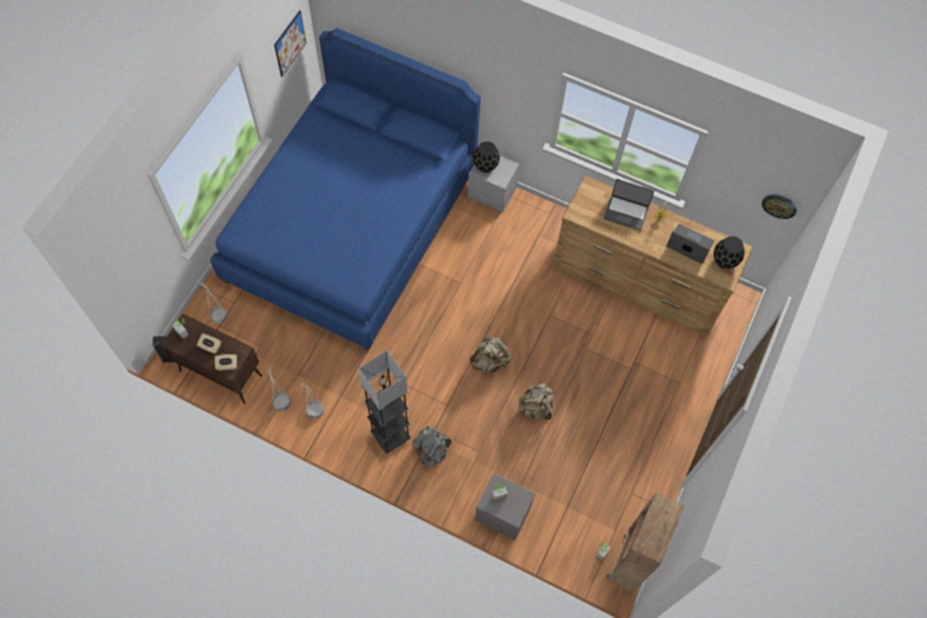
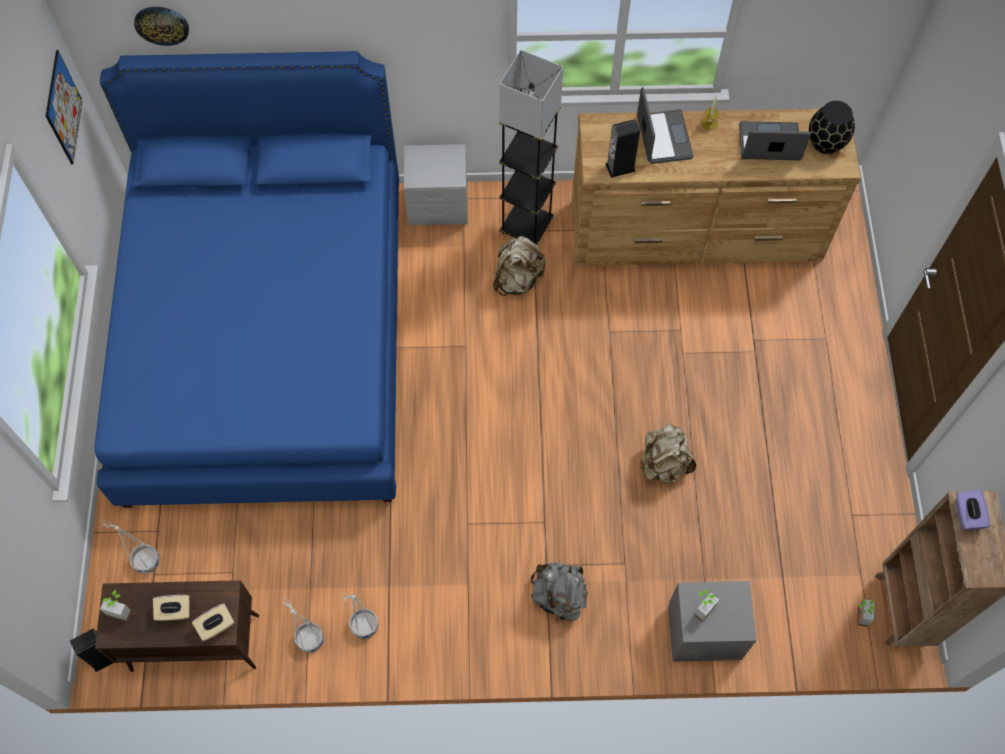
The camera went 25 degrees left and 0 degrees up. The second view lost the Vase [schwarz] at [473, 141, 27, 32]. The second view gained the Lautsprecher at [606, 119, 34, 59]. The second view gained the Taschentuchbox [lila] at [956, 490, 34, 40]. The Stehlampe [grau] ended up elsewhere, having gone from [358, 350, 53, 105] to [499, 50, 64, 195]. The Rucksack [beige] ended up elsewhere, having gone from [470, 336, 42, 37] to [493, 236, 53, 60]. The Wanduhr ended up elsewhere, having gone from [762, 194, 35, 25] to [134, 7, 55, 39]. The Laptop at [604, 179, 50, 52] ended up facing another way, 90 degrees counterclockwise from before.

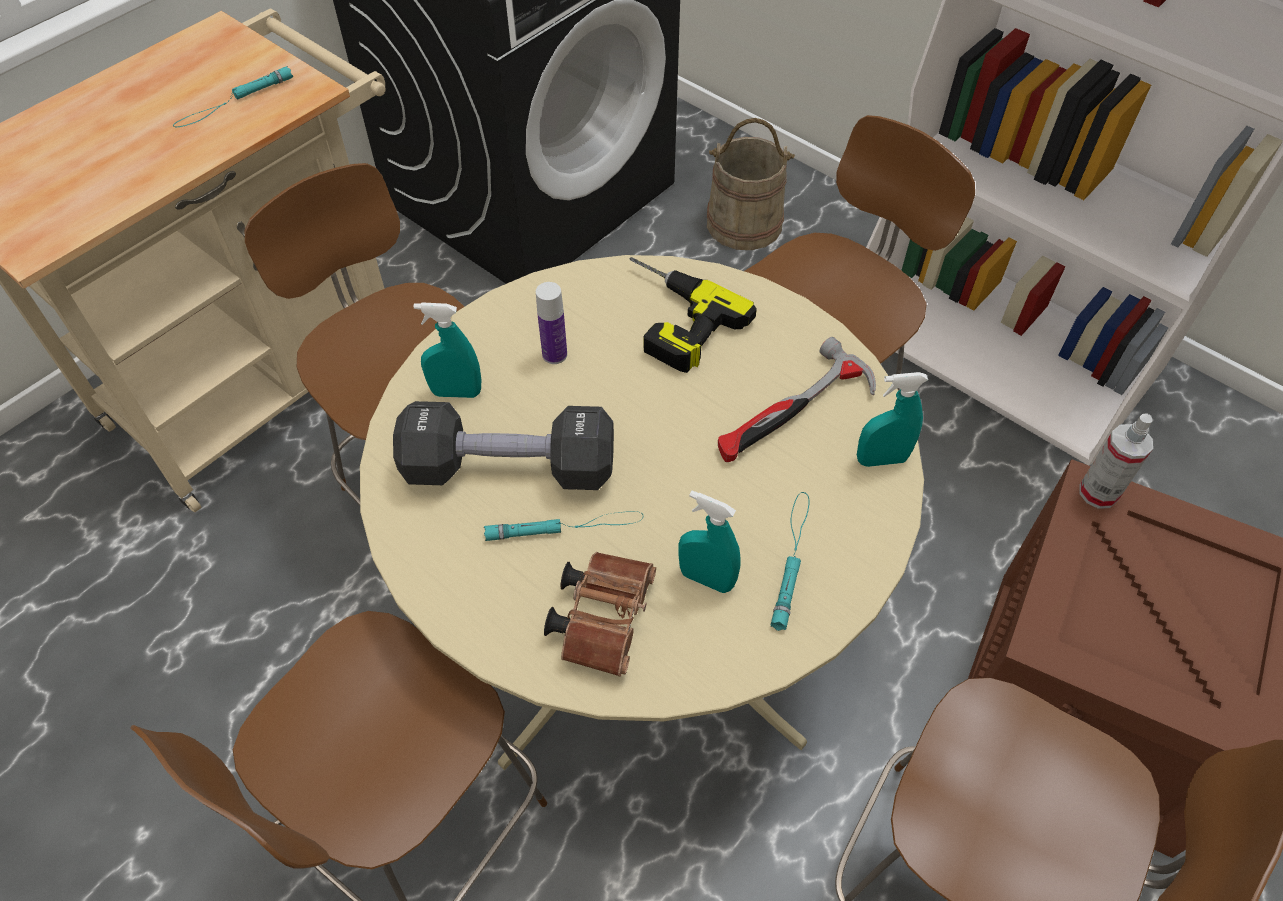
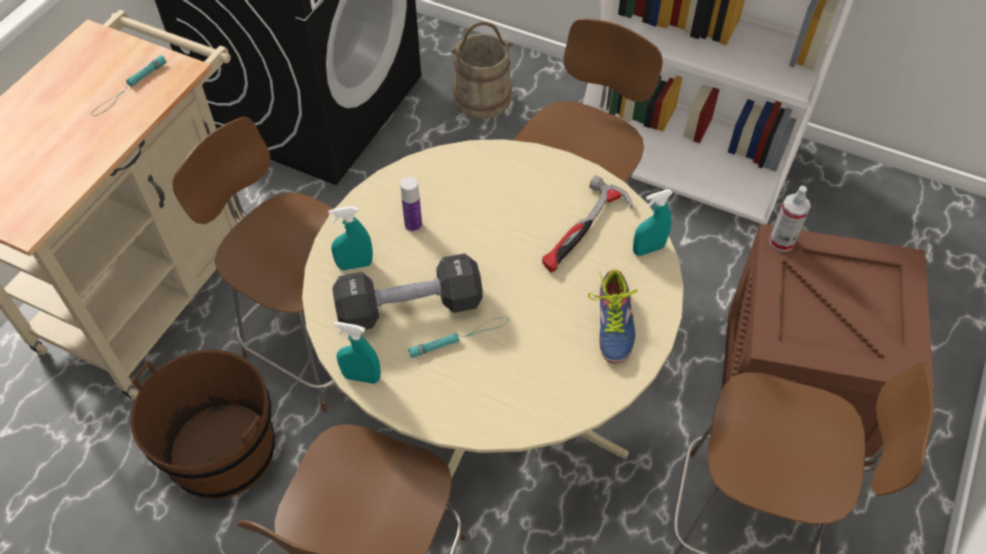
The camera went 15 degrees left and 0 degrees up. The second view lost the Fernglas [braun] at [544, 552, 112, 125]. The second view lost the Bohrmaschine at [630, 257, 127, 116]. The second view gained the Eimer [braun] at [131, 349, 144, 150]. The Sprühflasche [türkis] ended up elsewhere, having gone from [678, 491, 63, 102] to [333, 322, 48, 62]. Where the Taschenlampe [türkis] stood at [771, 492, 39, 139], the Schuh came to stand at [588, 270, 49, 94].

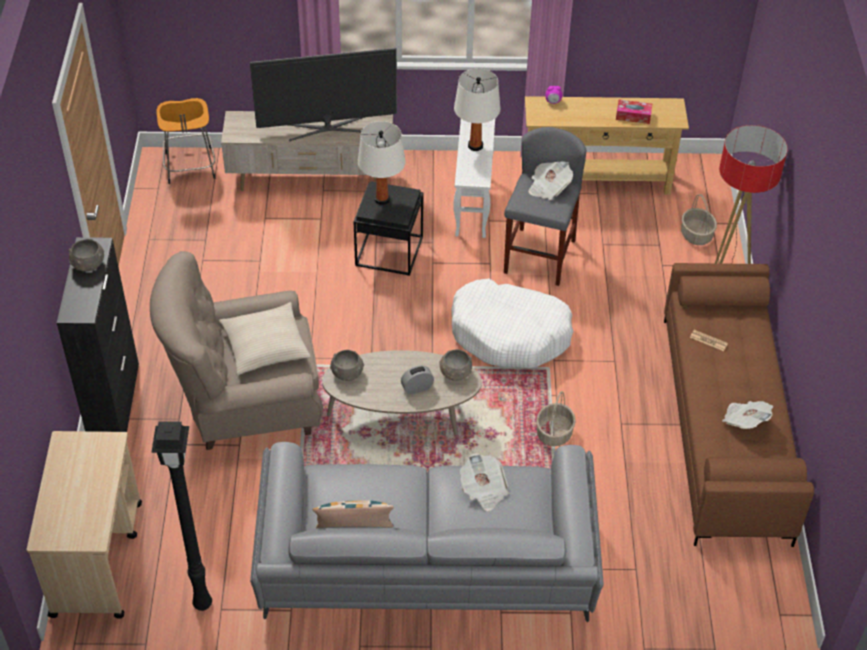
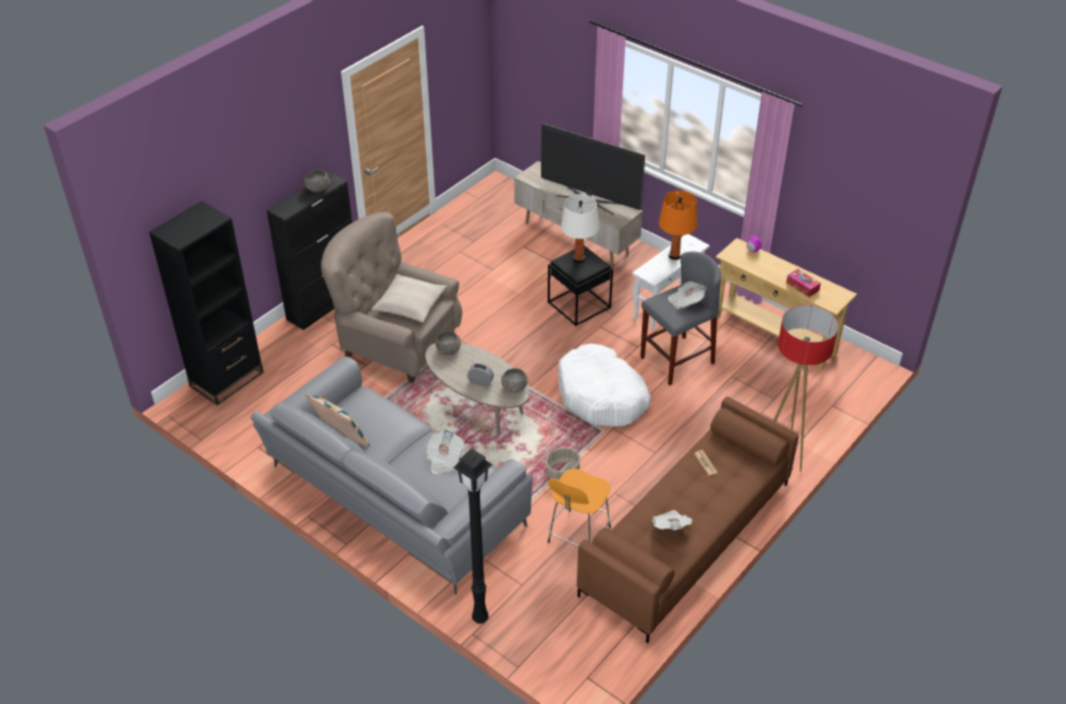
The camera went 40 degrees right and 5 degrees down. The second view lost the Korb at [681, 194, 36, 51]. The Stehlampe [schwarz] ended up elsewhere, having gone from [151, 421, 61, 190] to [453, 448, 39, 176]. The Hocker [orange] ended up elsewhere, having gone from [156, 98, 59, 86] to [548, 469, 63, 78]. Where the Rollwagen [beige] stood at [27, 431, 115, 188], the Bücherregal [schwarz] came to stand at [149, 201, 115, 204]. What was the Tischlampe [weiß] at [454, 68, 46, 83] turned into the Tischlampe [orange] at [659, 190, 38, 70].

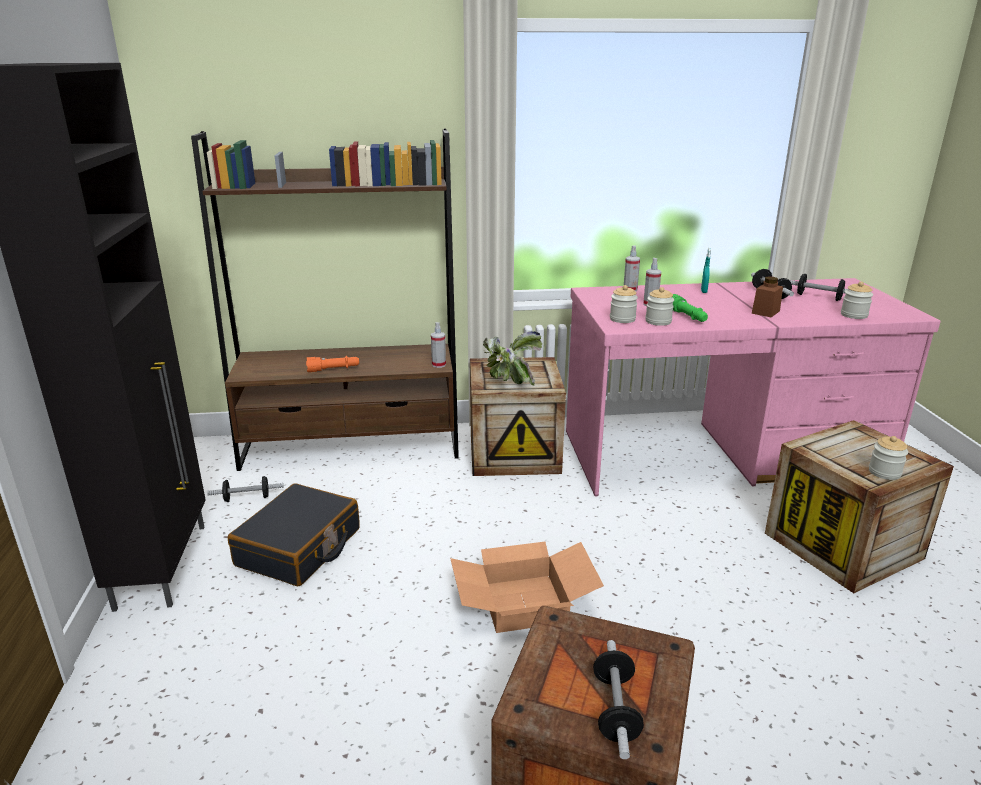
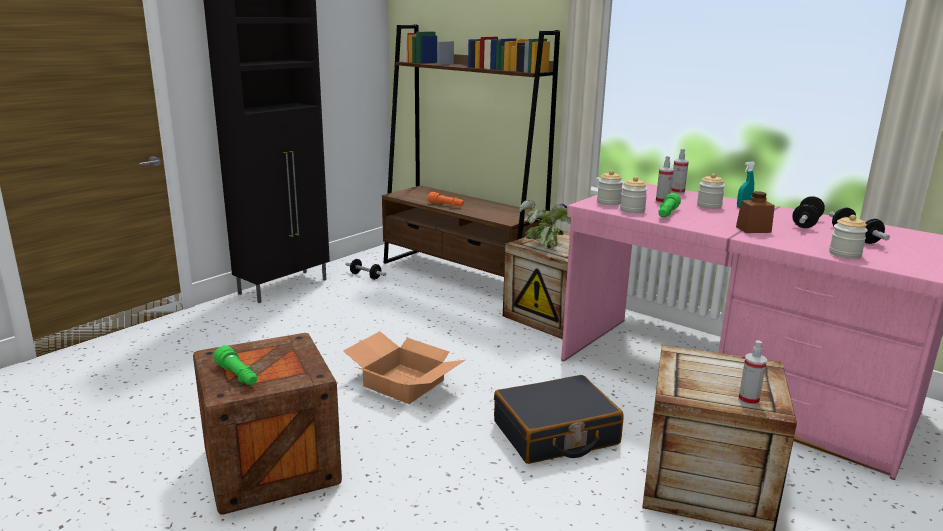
The camera went 45 degrees right and 5 degrees down. The Koffer [schwarz] ended up elsewhere, having gone from [228, 484, 132, 103] to [494, 375, 129, 89]. The Sprühflasche ended up elsewhere, having gone from [431, 322, 15, 46] to [738, 340, 29, 66]. The Vorratsglas ended up elsewhere, having gone from [869, 436, 39, 44] to [697, 173, 28, 36]. Where the Hantel stood at [593, 640, 51, 119], the Taschenlampe [grün] came to stand at [214, 345, 43, 40].

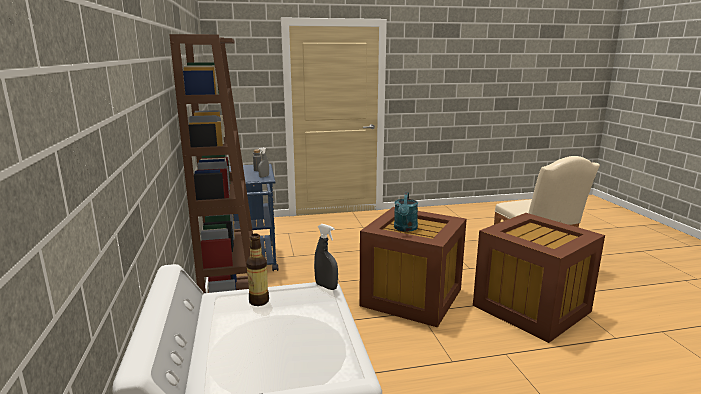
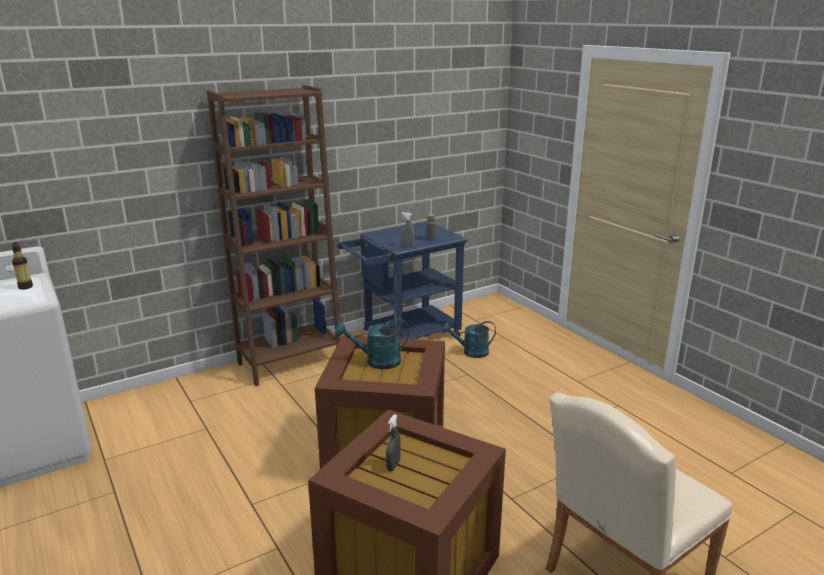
The camera went 70 degrees right and 5 degrees up. The second view gained the Gießkanne [türkis] at [442, 321, 54, 37]. The Sprühflasche [grau] ended up elsewhere, having gone from [314, 224, 24, 66] to [386, 414, 15, 57].

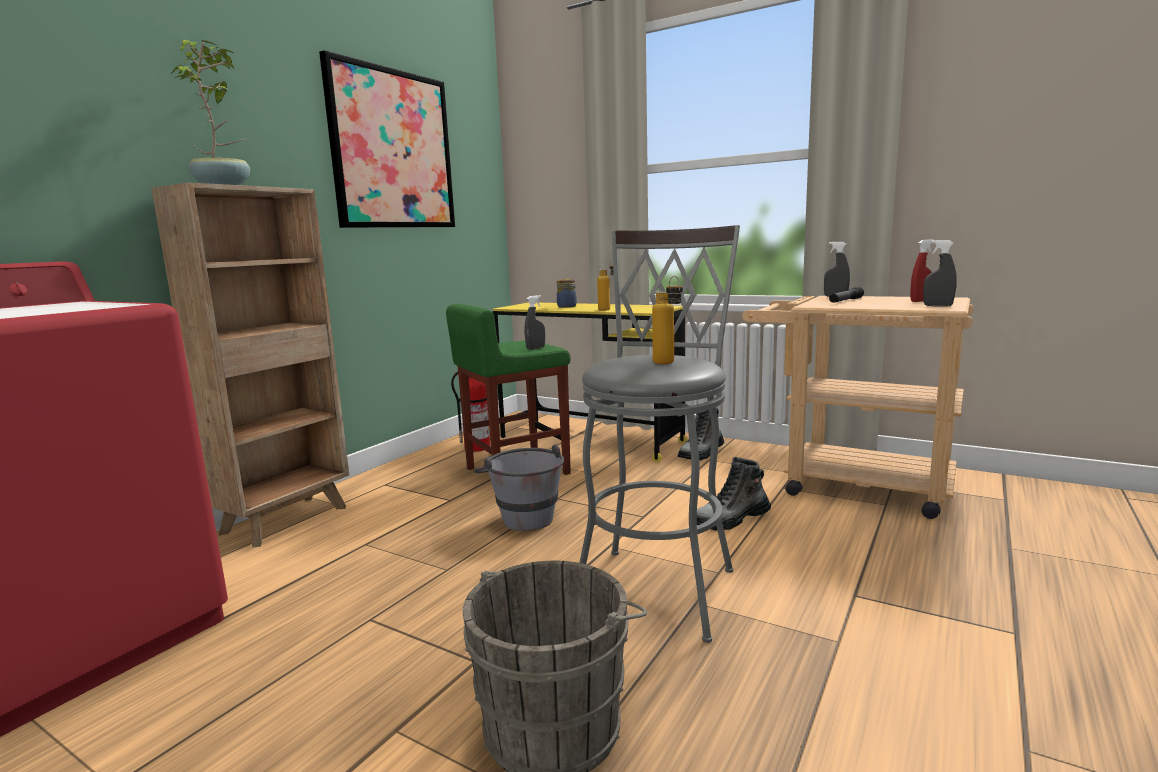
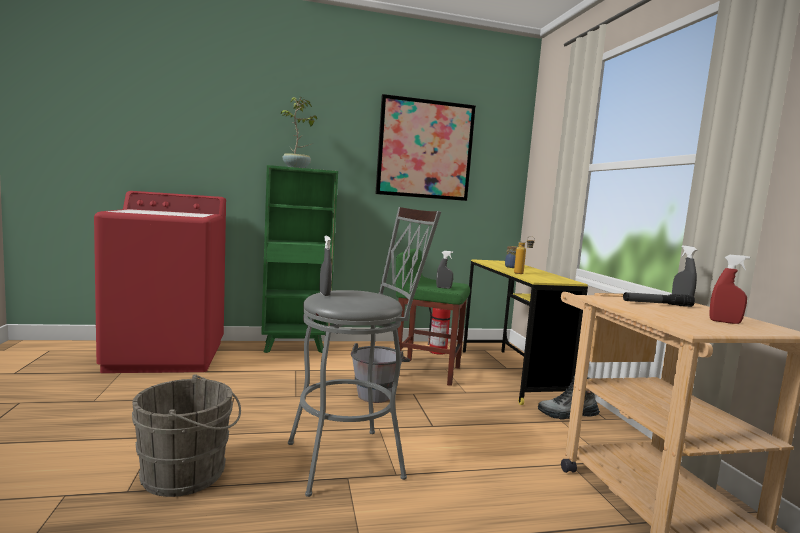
The camera went 45 degrees right and 5 degrees down. The second view lost the Flasche at [652, 276, 31, 88]. The second view lost the Stiefel at [697, 457, 74, 74]. The Sprühflasche [grau] ended up elsewhere, having gone from [923, 240, 34, 66] to [320, 236, 12, 60]. What was the Bücherregal [braun] at [151, 183, 198, 364] turned into the Bücherregal [grün] at [261, 165, 77, 188].

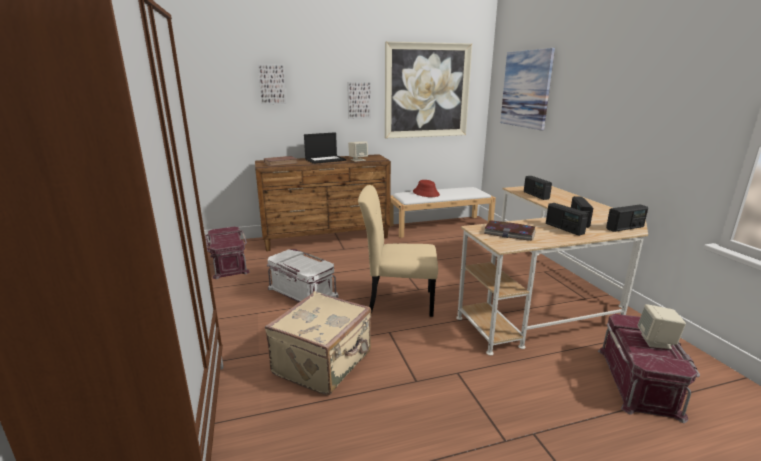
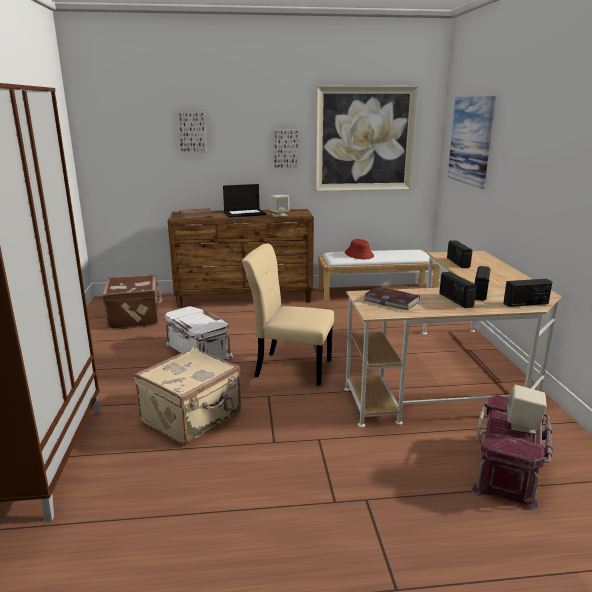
The camera went 10 degrees right and 0 degrees up. Where the Aufbewahrungsbox [rot] stood at [205, 227, 45, 52], the Koffer [braun] came to stand at [102, 275, 60, 55].

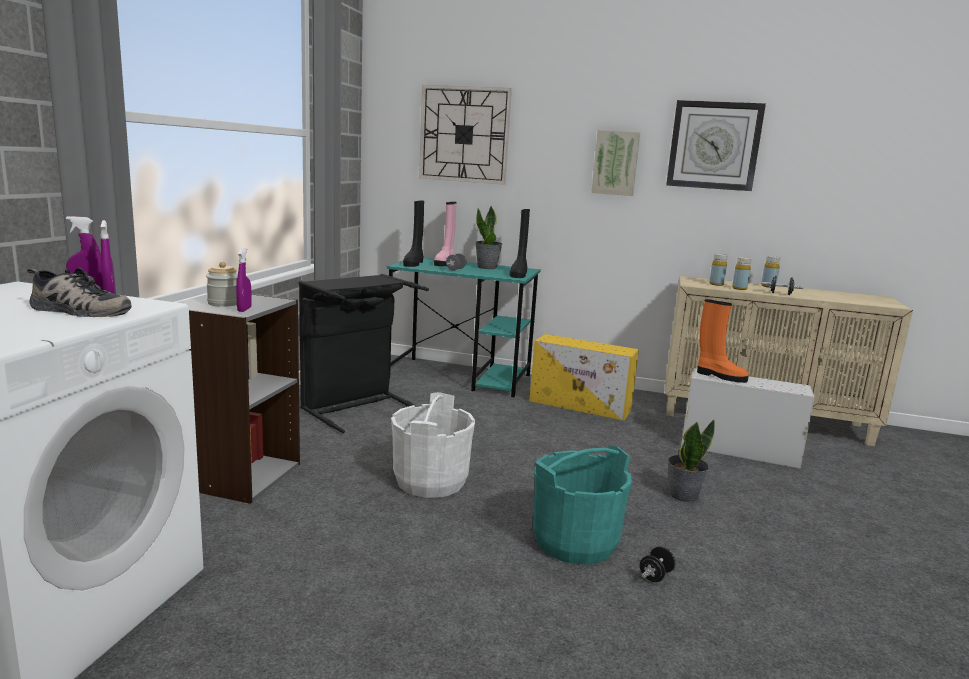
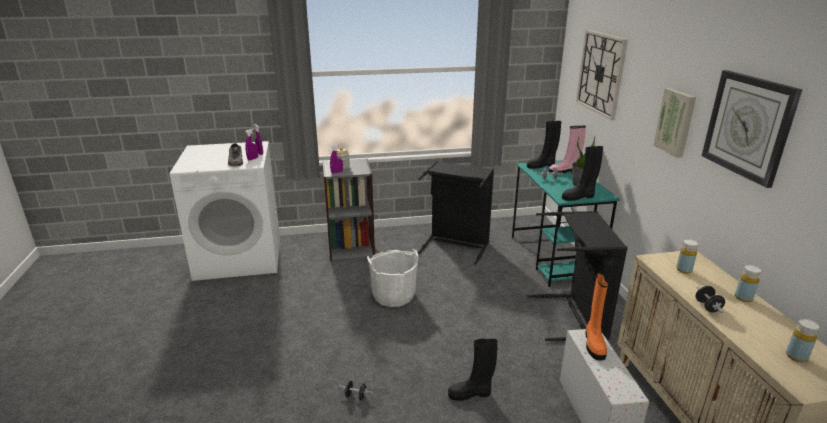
The camera went 65 degrees right and 10 degrees up. The second view lost the Eimer [türkis] at [533, 445, 99, 120]. The Flasche [gelb] ended up elsewhere, having gone from [732, 257, 19, 33] to [786, 319, 33, 44]. Where the Aufbewahrungsbox [gelb] stood at [529, 334, 110, 87], the Wäschekorb [schwarz] came to stand at [527, 211, 101, 130]. Where the Topfpflanze stood at [668, 419, 47, 84], the Stiefel [schwarz] came to stand at [448, 339, 50, 62].

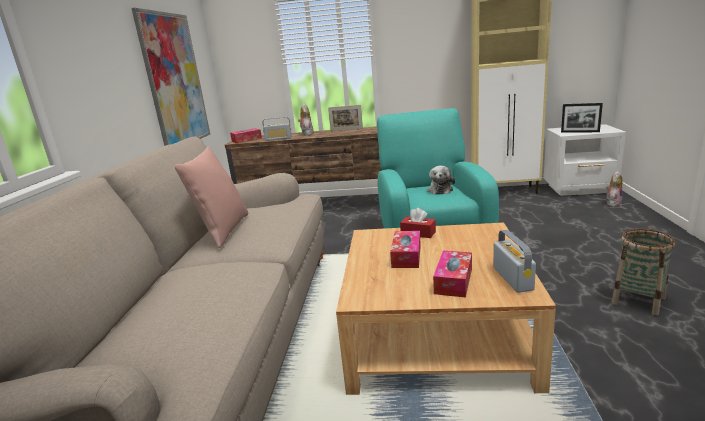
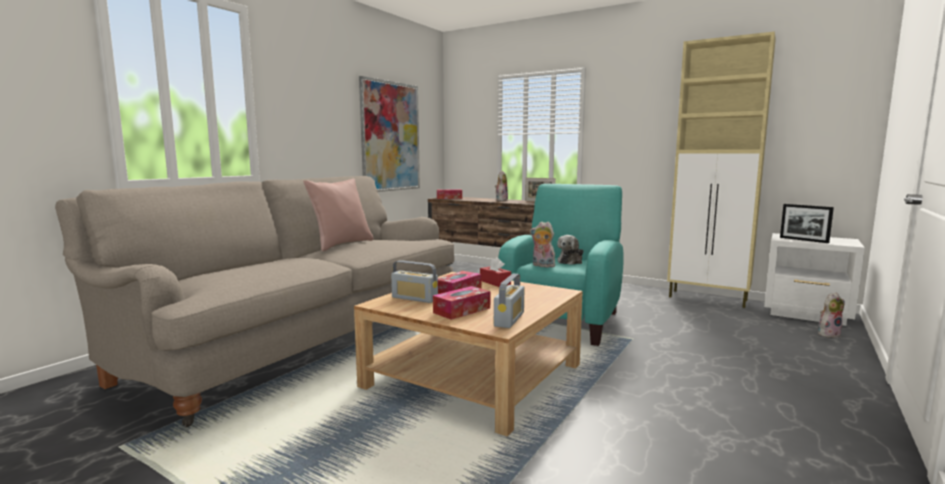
The camera went 25 degrees right and 10 degrees down. The second view lost the Korb at [612, 229, 63, 87]. The second view gained the Plüschtier at [530, 222, 25, 45]. The Radio ended up elsewhere, having gone from [262, 117, 30, 24] to [391, 260, 47, 43].

